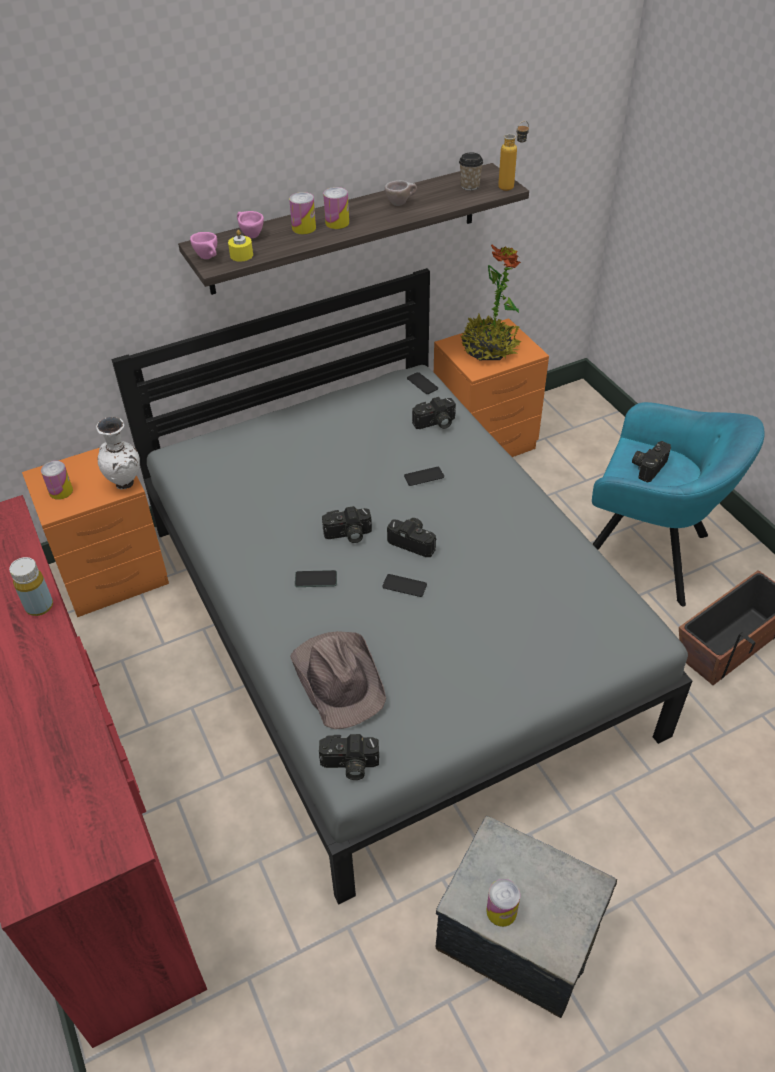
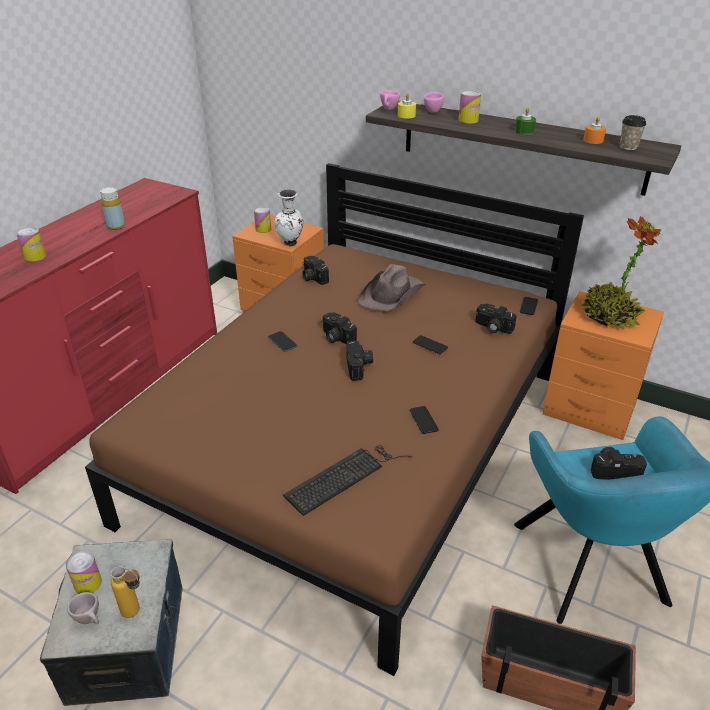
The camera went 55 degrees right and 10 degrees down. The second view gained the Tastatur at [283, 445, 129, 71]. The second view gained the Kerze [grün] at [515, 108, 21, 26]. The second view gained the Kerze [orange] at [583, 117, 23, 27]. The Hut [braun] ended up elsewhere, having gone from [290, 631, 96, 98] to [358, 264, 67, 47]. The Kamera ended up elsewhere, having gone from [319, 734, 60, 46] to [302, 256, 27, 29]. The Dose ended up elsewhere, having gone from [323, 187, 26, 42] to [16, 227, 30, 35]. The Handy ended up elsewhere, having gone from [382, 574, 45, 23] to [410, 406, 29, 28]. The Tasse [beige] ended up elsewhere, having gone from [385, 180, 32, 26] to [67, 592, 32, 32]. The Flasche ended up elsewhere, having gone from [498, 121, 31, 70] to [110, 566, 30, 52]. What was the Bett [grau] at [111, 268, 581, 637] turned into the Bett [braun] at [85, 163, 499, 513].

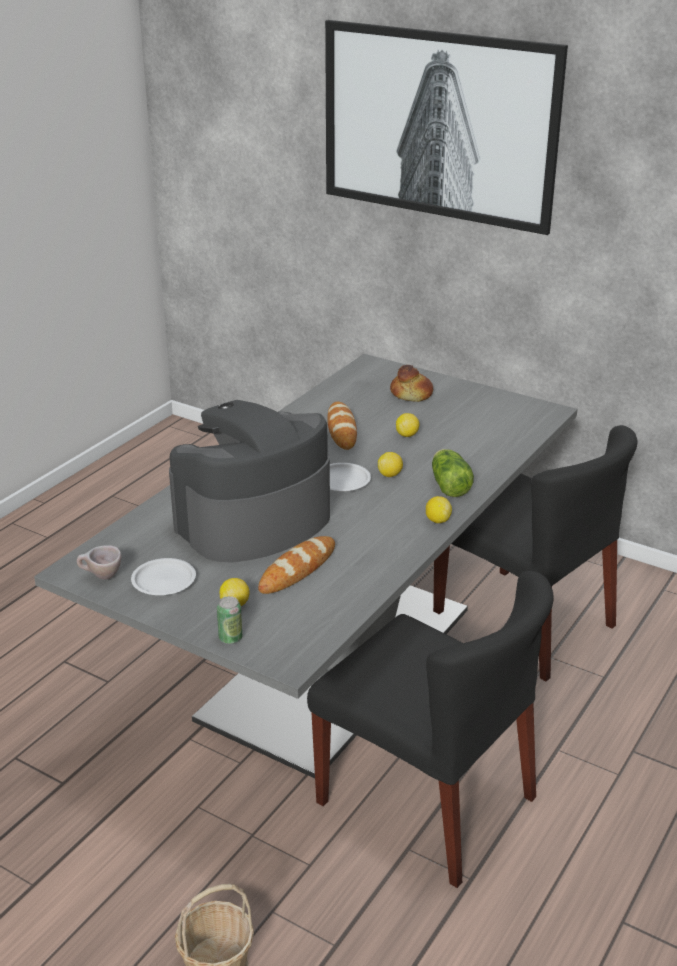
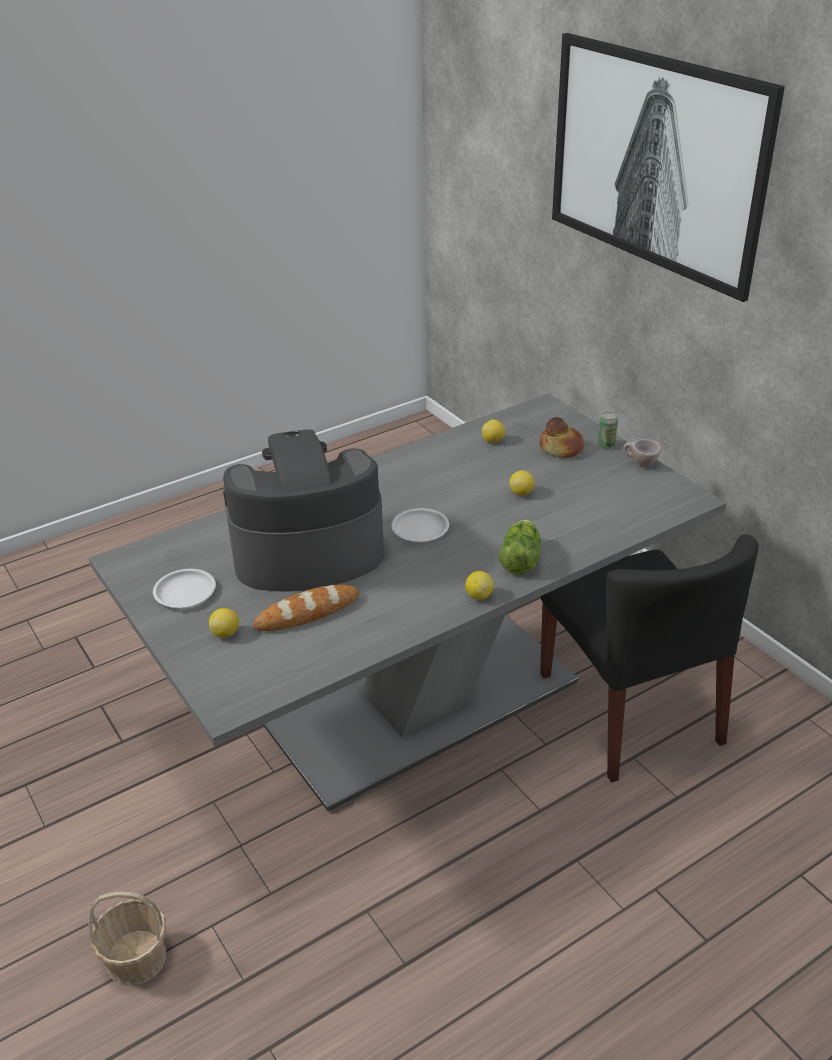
The camera went 25 degrees right and 5 degrees up. The second view lost the Stuhl [schwarz] at [307, 571, 247, 317]. The second view lost the Brot at [327, 401, 30, 49]. The Tasse [beige] ended up elsewhere, having gone from [77, 545, 44, 35] to [623, 439, 38, 28]. The Dose ended up elsewhere, having gone from [217, 596, 25, 48] to [598, 412, 20, 37]. The Zitrone ended up elsewhere, having gone from [378, 452, 25, 25] to [482, 420, 23, 23].

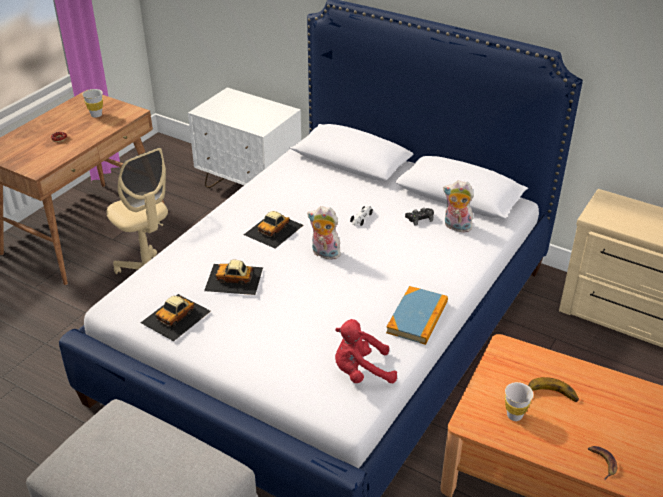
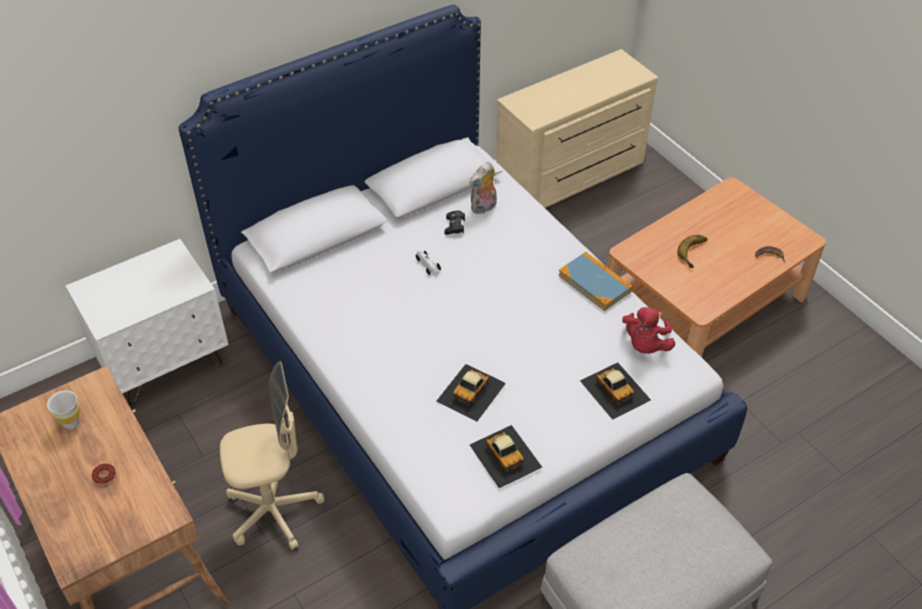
The camera went 65 degrees left and 10 degrees up. The second view lost the Plüschtier at [307, 206, 34, 54]. The second view lost the Tasse [weiß] at [505, 382, 28, 39]. The Spielzeugauto ended up elsewhere, having gone from [244, 211, 60, 38] to [580, 362, 71, 58].

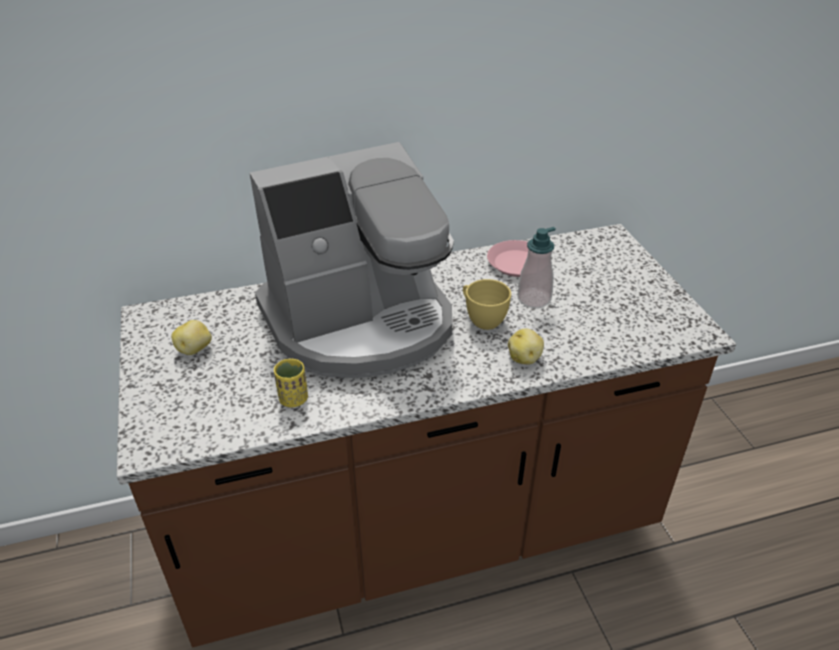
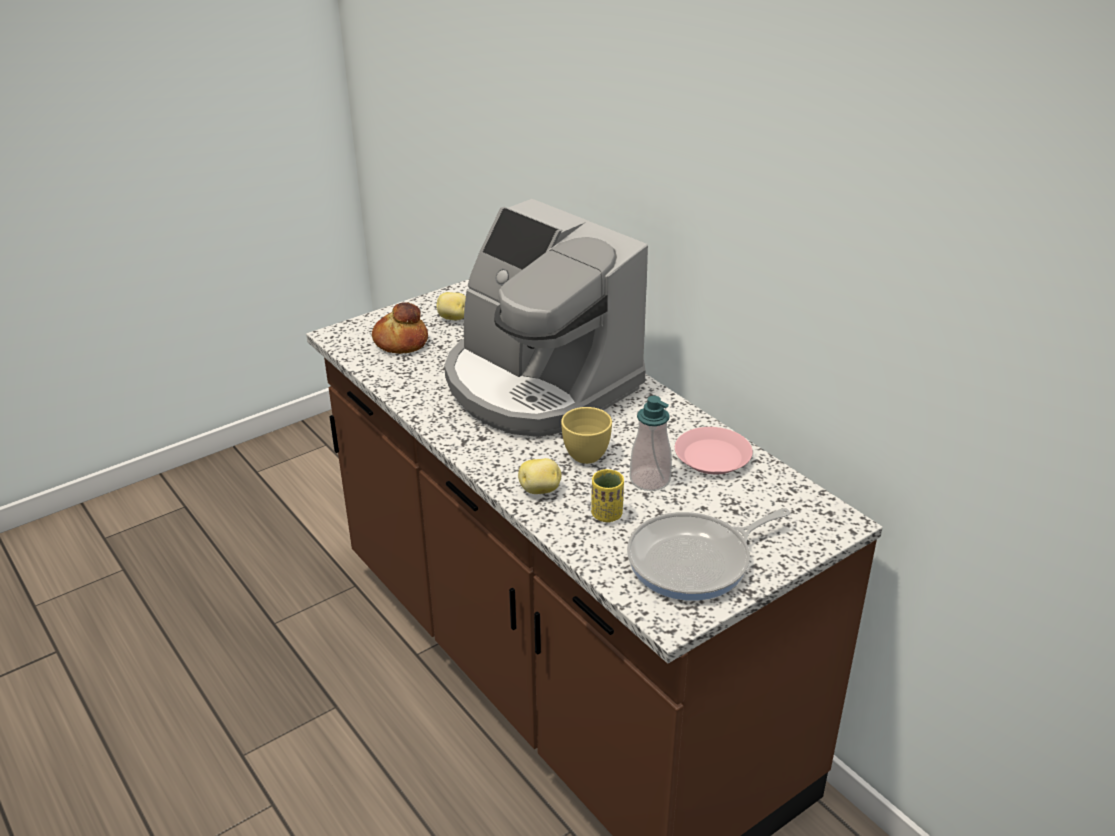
The camera went 70 degrees right and 5 degrees down. The second view gained the Brot at [372, 302, 56, 52]. The second view gained the Pfanne at [627, 508, 163, 93]. The Tasse [gelb] ended up elsewhere, having gone from [274, 359, 34, 48] to [591, 469, 33, 53].

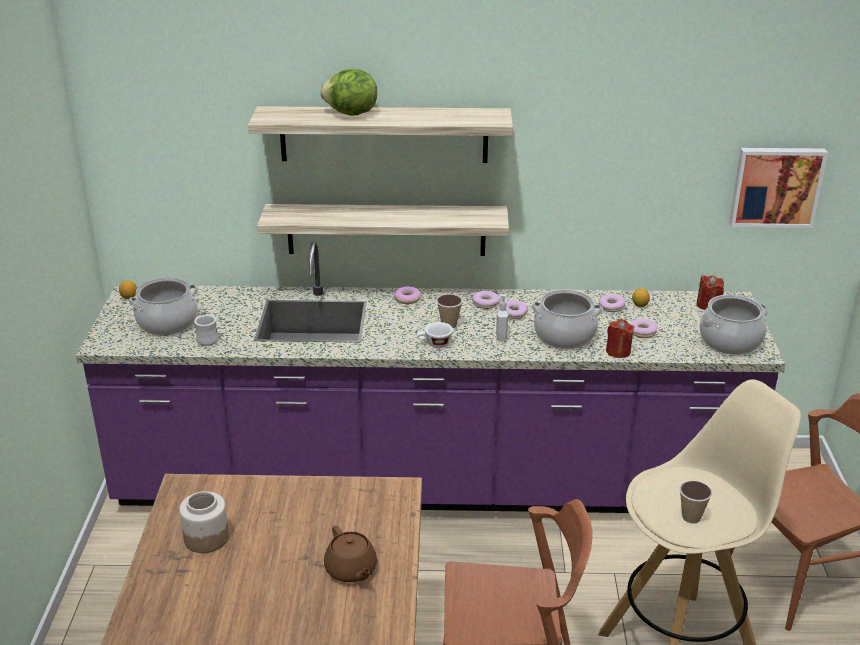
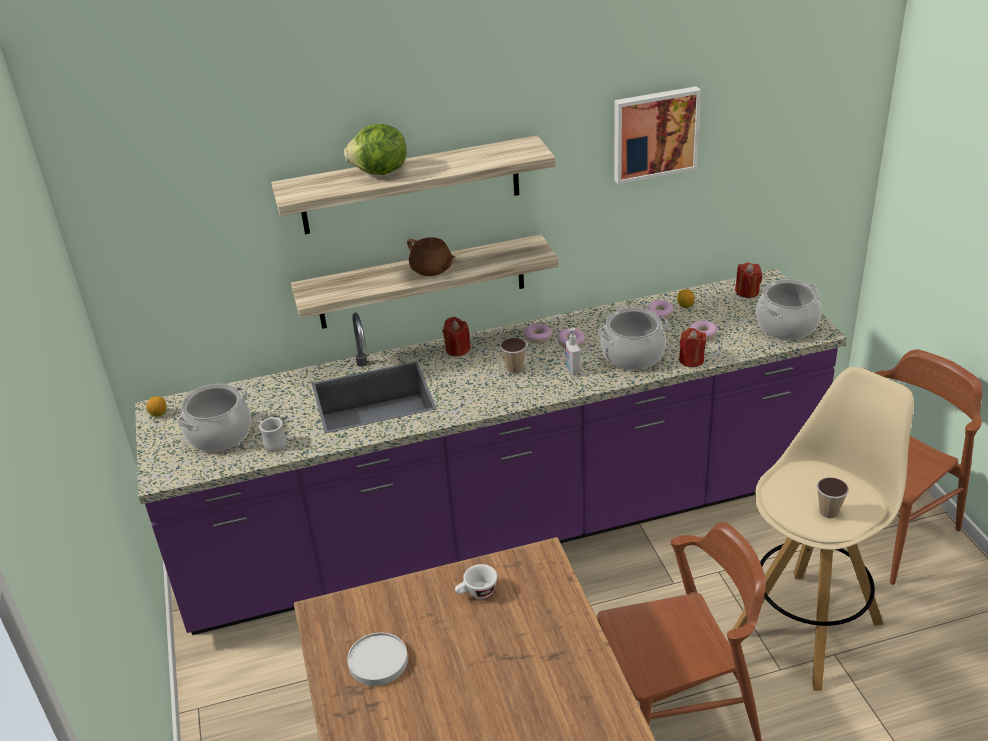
The camera went 15 degrees left and 5 degrees up. The Teekanne [braun] ended up elsewhere, having gone from [324, 526, 53, 56] to [407, 237, 48, 39]. The Tasse [weiß] ended up elsewhere, having gone from [416, 322, 37, 26] to [455, 564, 42, 35]. The Bild ended up elsewhere, having gone from [729, 148, 99, 80] to [614, 86, 87, 98]. Where the Vorratsglas stood at [179, 491, 50, 62], the Teller [weiß] came to stand at [347, 633, 61, 53]. Where the Donut stood at [394, 287, 27, 17], the Kerze [rot] came to stand at [443, 317, 28, 39].

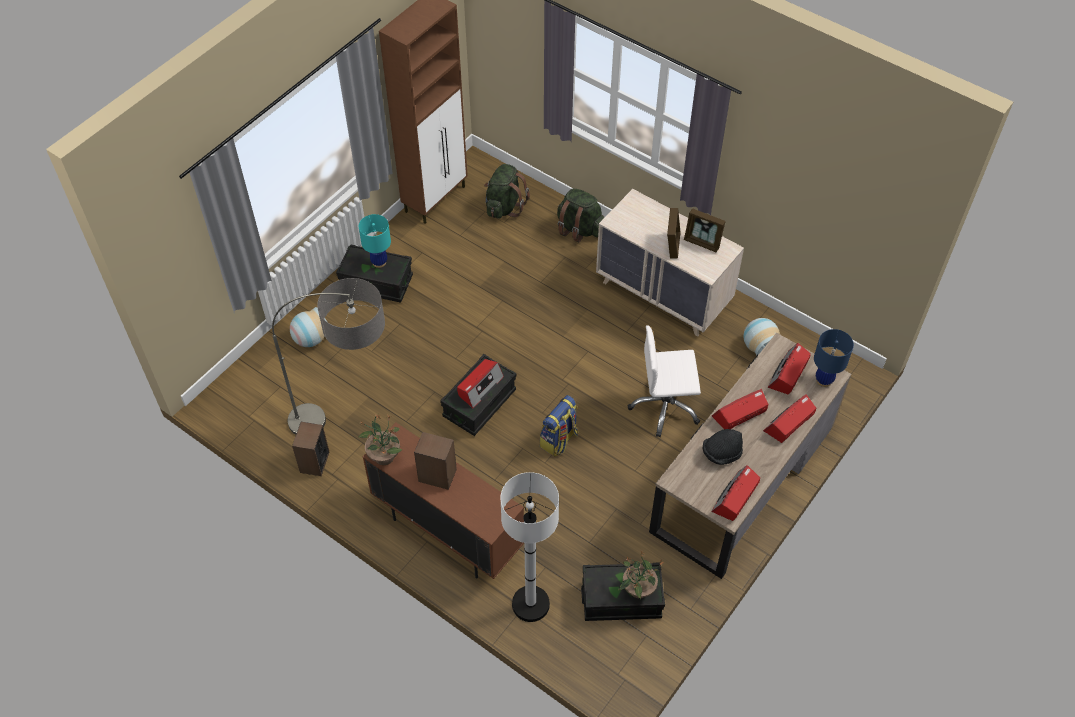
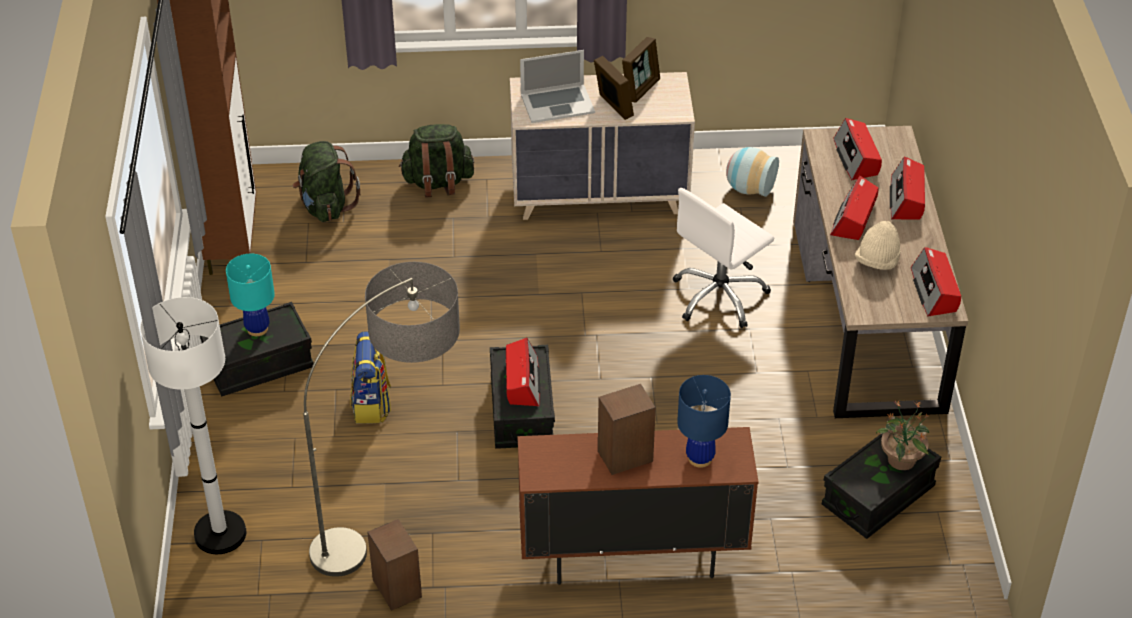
The camera went 40 degrees left and 10 degrees down. The second view lost the Vase at [290, 307, 37, 40]. The second view lost the Topfpflanze at [358, 414, 45, 51]. The second view gained the Laptop at [520, 50, 75, 73]. The Stehlampe [weiß] ended up elsewhere, having gone from [500, 472, 59, 150] to [140, 297, 106, 257]. The Rucksack ended up elsewhere, having gone from [540, 395, 38, 62] to [350, 331, 41, 93]. The Tischlampe [blau] ended up elsewhere, having gone from [814, 329, 40, 58] to [677, 375, 54, 93]. What was the Hut [schwarz] at [703, 429, 40, 36] turned into the Hut [beige] at [855, 221, 45, 49]. The Bilderrahmen at [684, 209, 42, 43] ended up facing another way, 45 degrees counterclockwise from before.

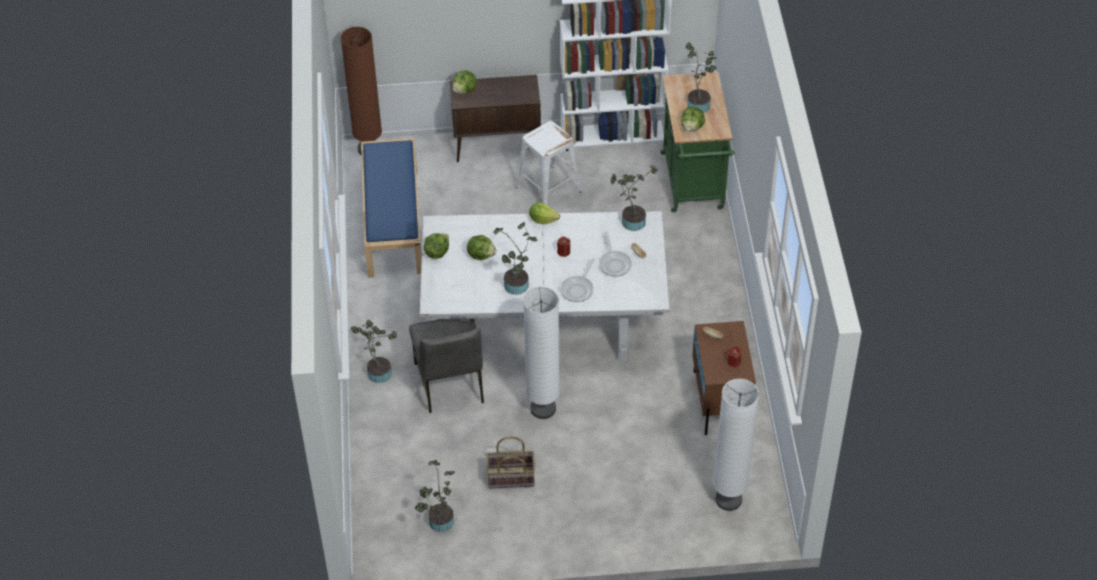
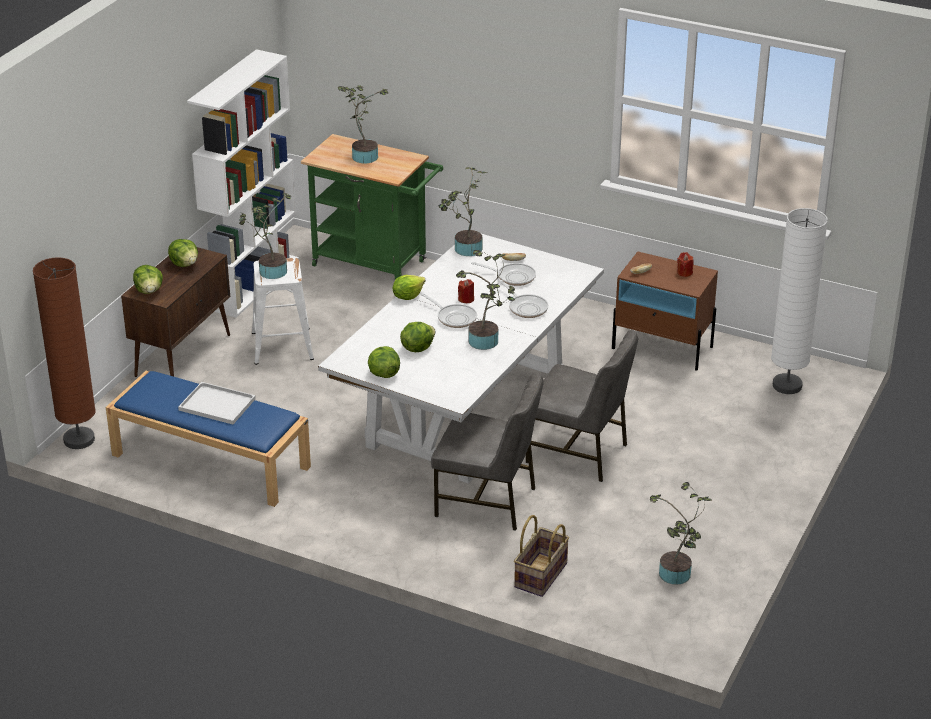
The camera went 60 degrees left and 15 degrees down. The second view gained the Tablett [weiß] at [178, 382, 78, 42]. The second view gained the Pfanne at [421, 293, 56, 35]. The Topfpflanze ended up elsewhere, having gone from [351, 319, 46, 64] to [239, 193, 53, 86]. The Korb ended up elsewhere, having gone from [486, 436, 49, 53] to [514, 515, 55, 82]. The Salatkopf ended up elsewhere, having gone from [681, 106, 24, 26] to [168, 239, 30, 28]. Where the Stehlampe [weiß] stood at [523, 287, 37, 132], the Stuhl [grau] came to stand at [526, 330, 112, 152].

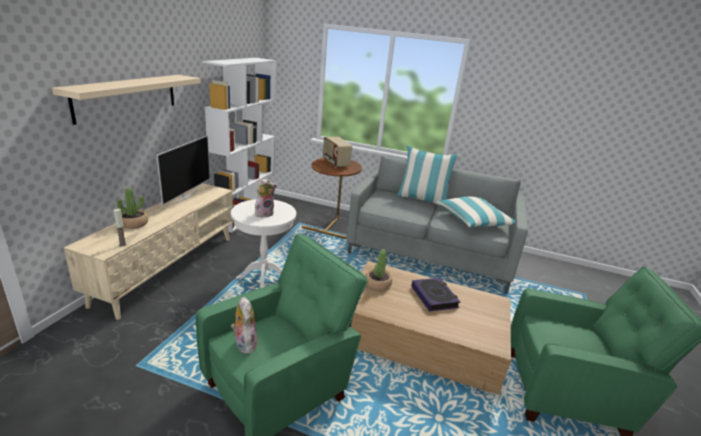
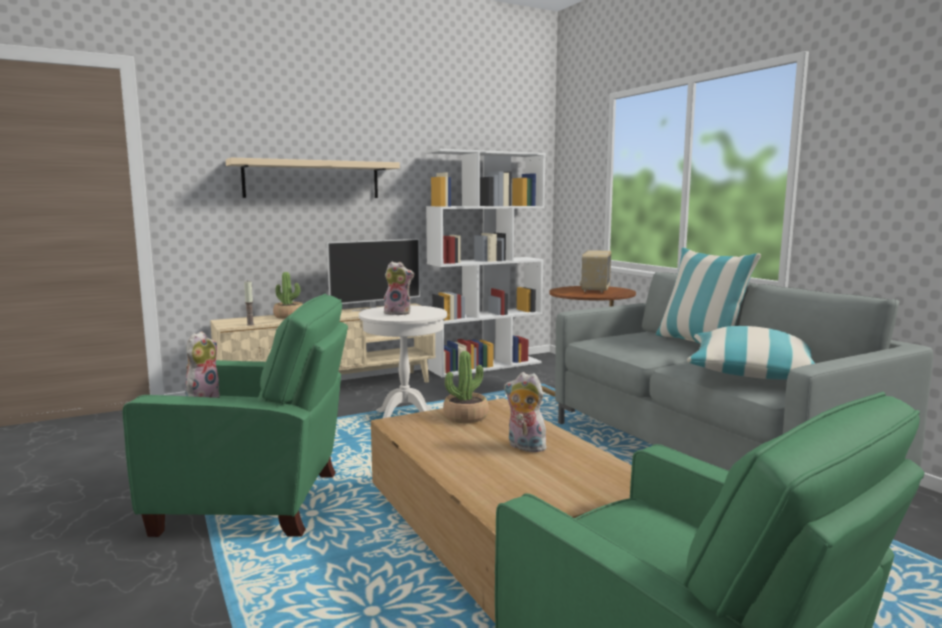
The camera went 45 degrees right and 15 degrees down. Where the Buch stood at [411, 278, 49, 33], the Plüschtier came to stand at [504, 372, 43, 80].

